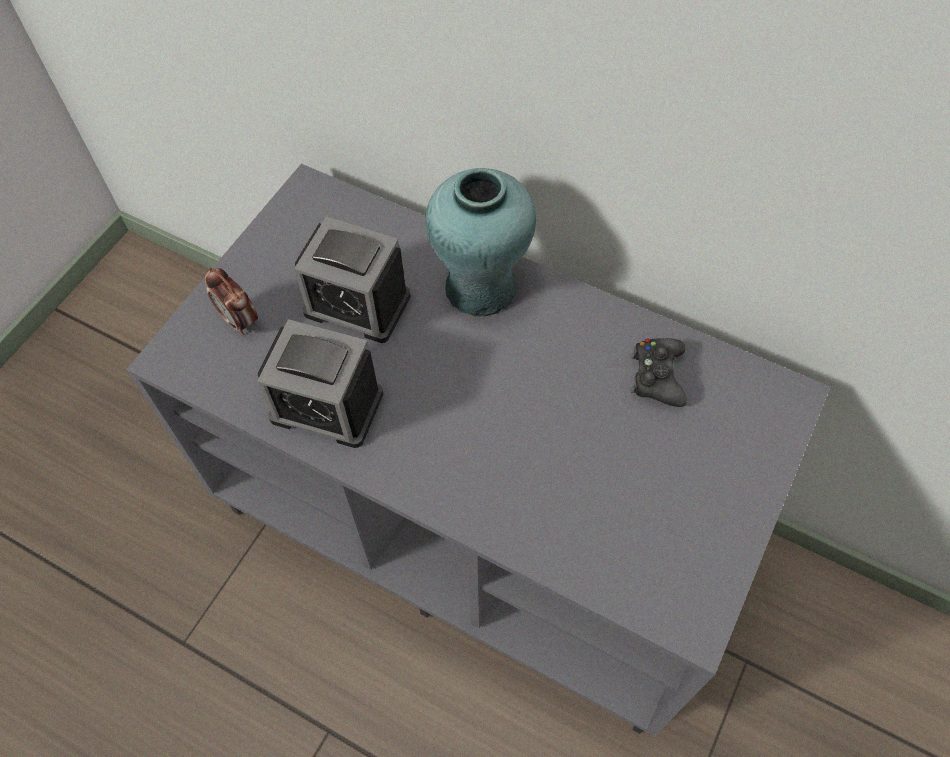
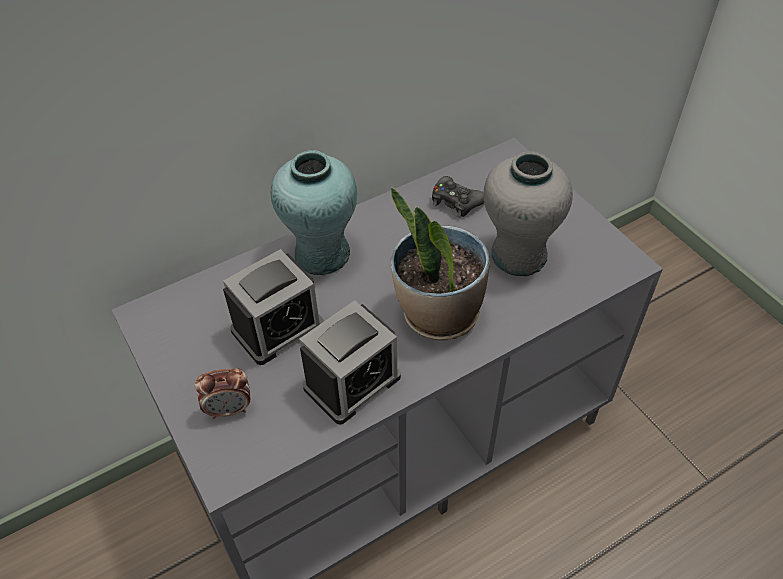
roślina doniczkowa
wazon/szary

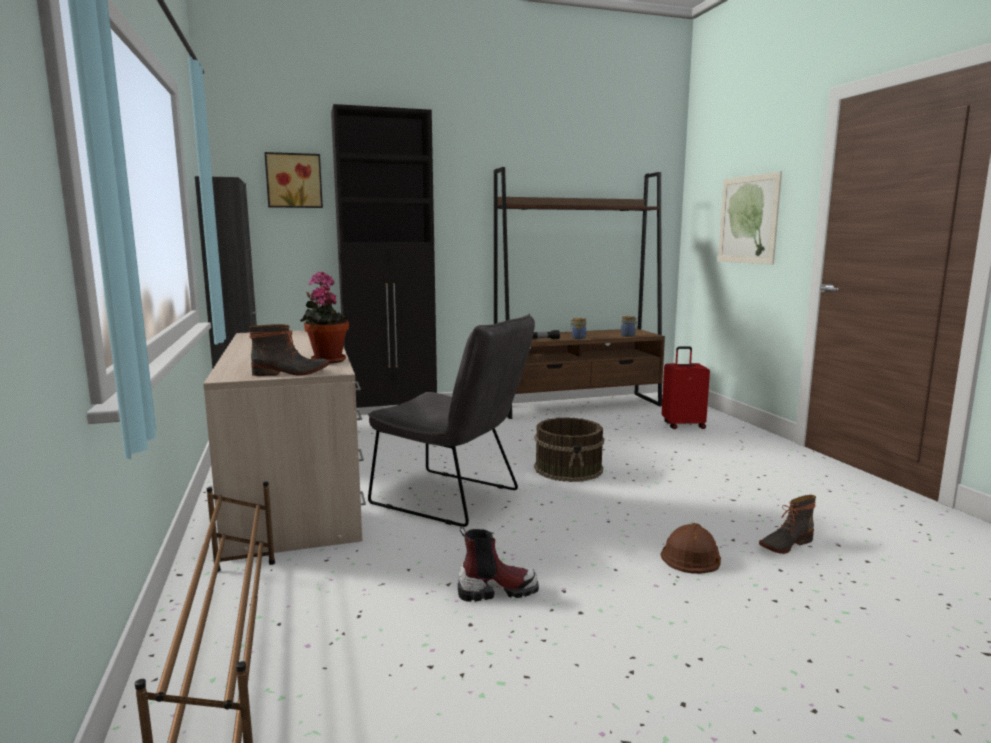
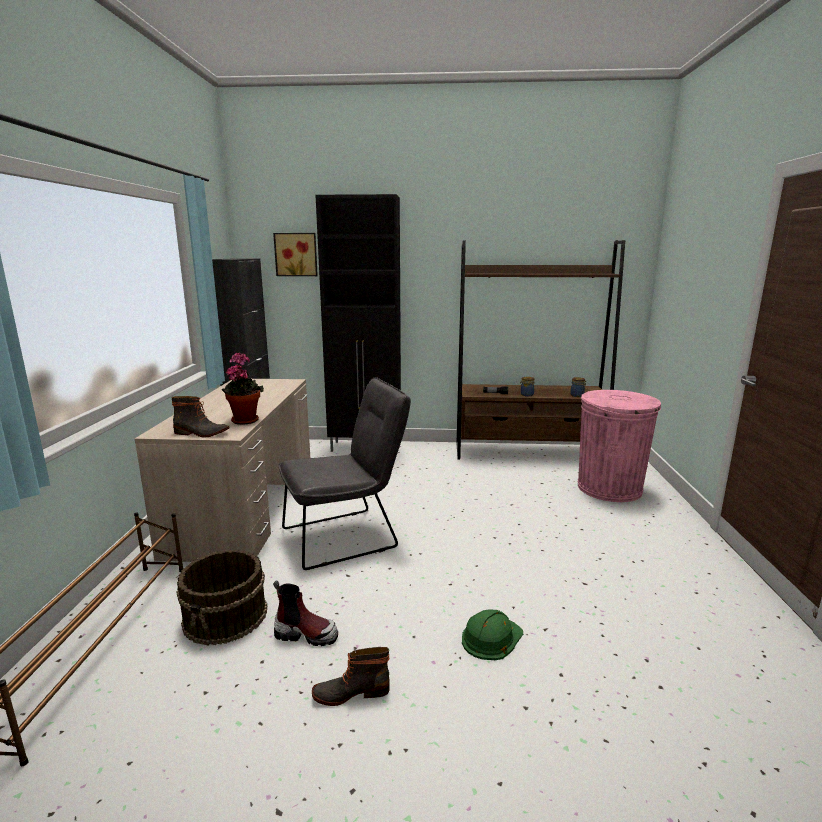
wiadro/brązowy
krzesło/szary
but z cholewką (no. 3 from left)
kask/zielony
kosz na śmieci/różowy
obraz (no. 2 from left in the first image)

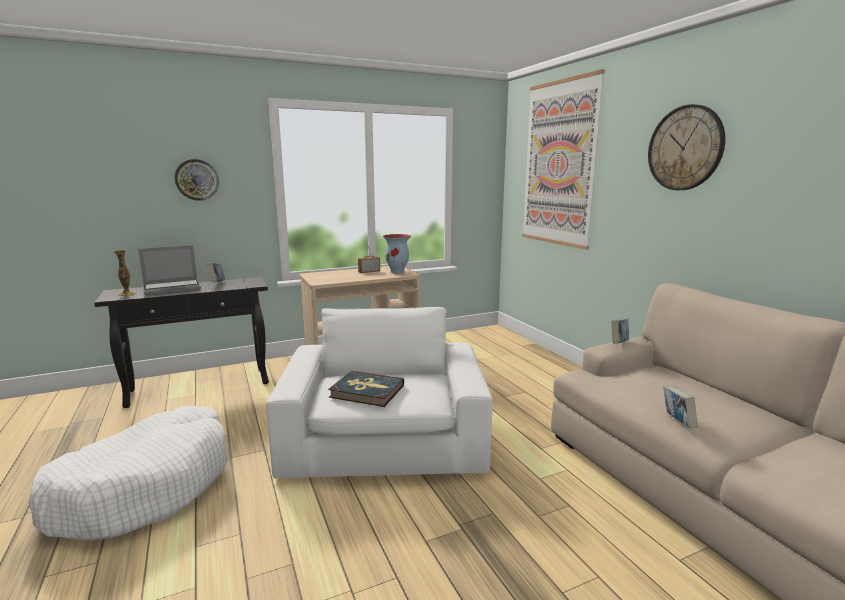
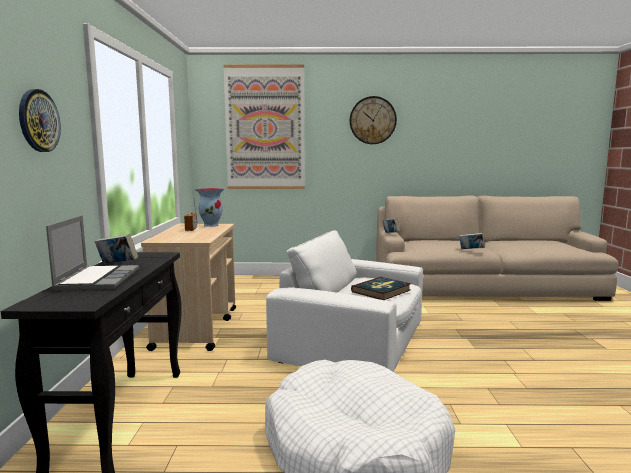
wazon (no. 1 from left in the first image)

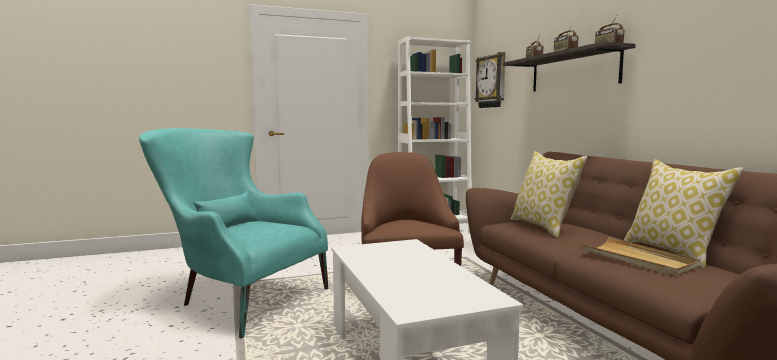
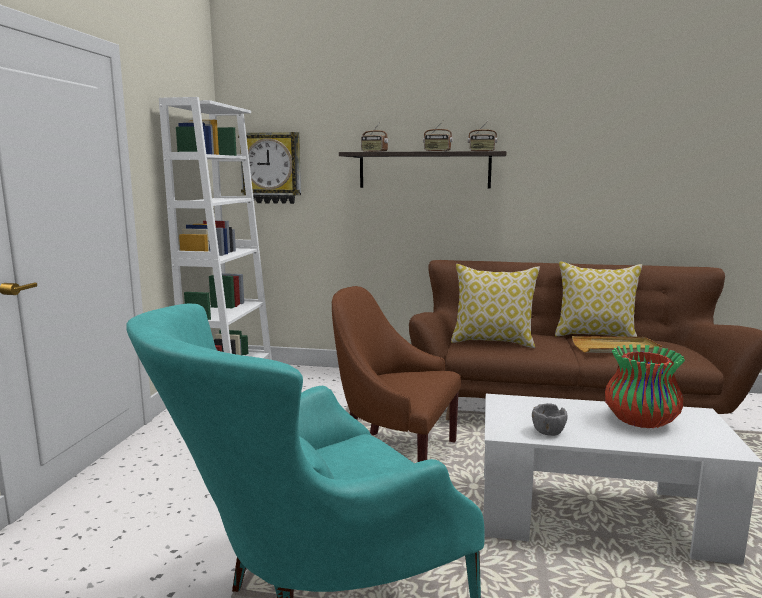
miska/szary
wazon

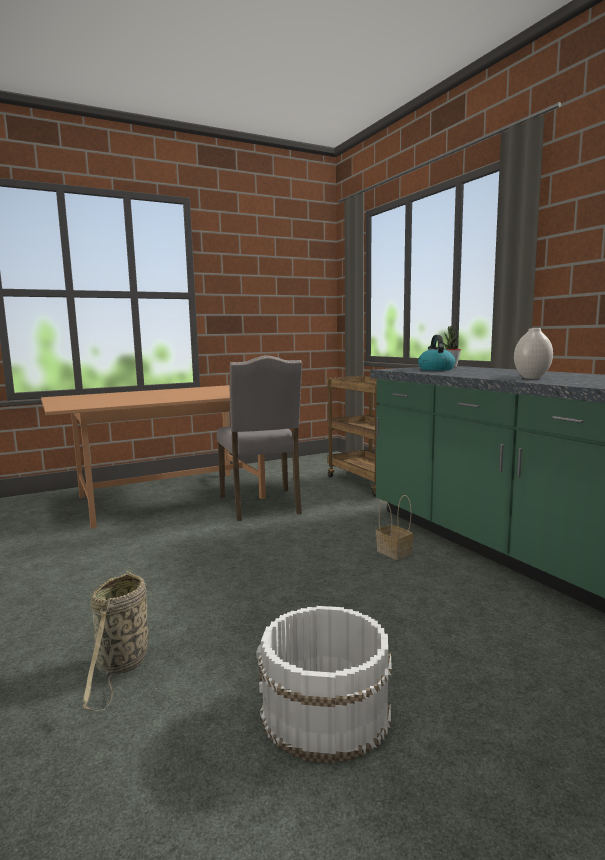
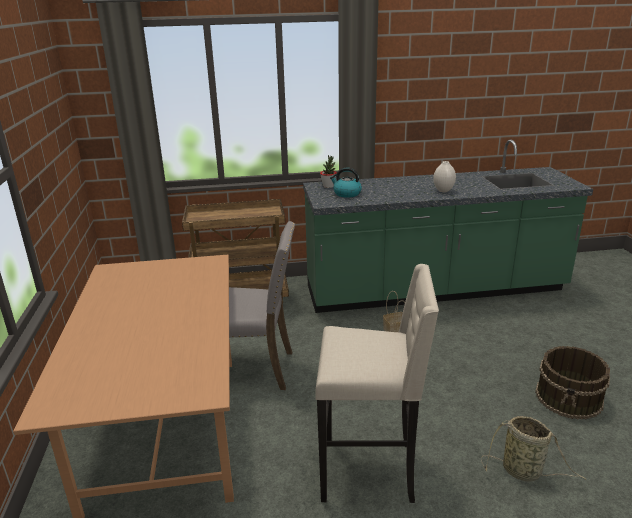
stołek/beżowy
wiadro/brązowy

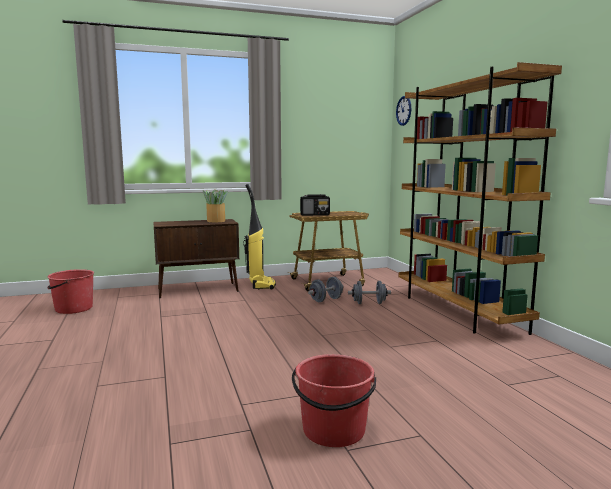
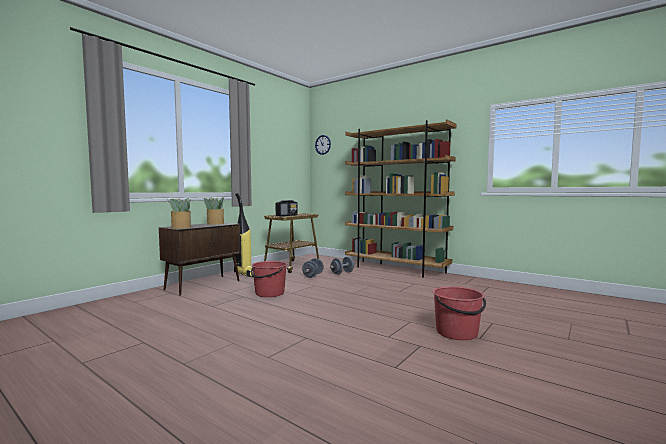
roślina doniczkowa (no. 1 from left)
wiadro/czerwony (no. 1 from left)

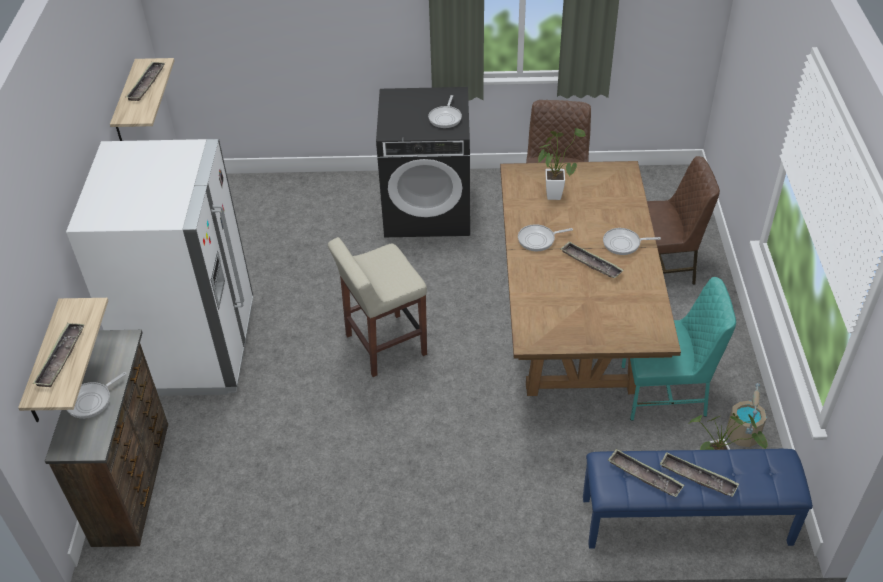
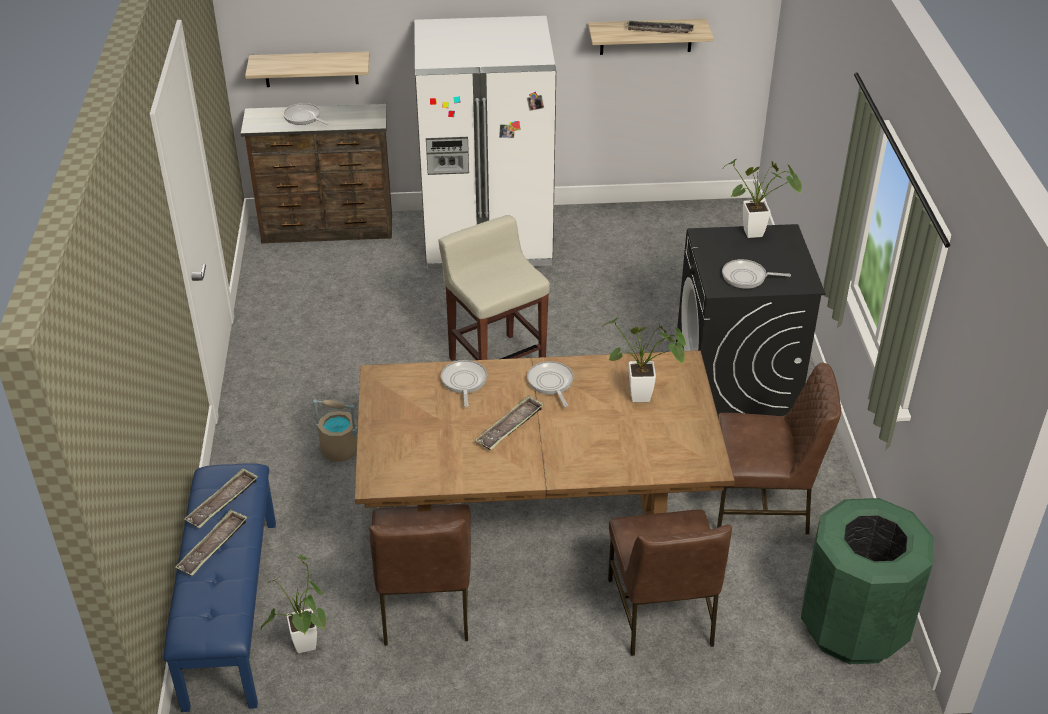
wiadro/beżowy
krzesło/brązowy (no. 1 from left)
patelnia (no. 2 from left)
roślina doniczkowa (no. 3 from left)
kosz na śmieci/zielony
taca (no. 1 from left in the first image)

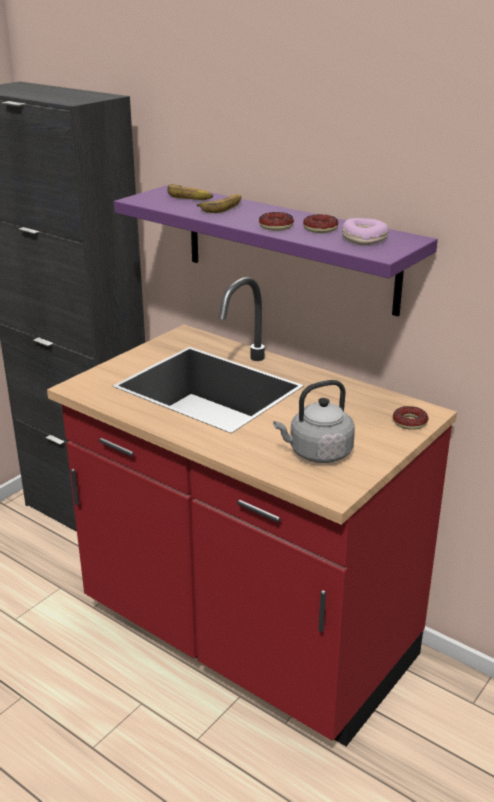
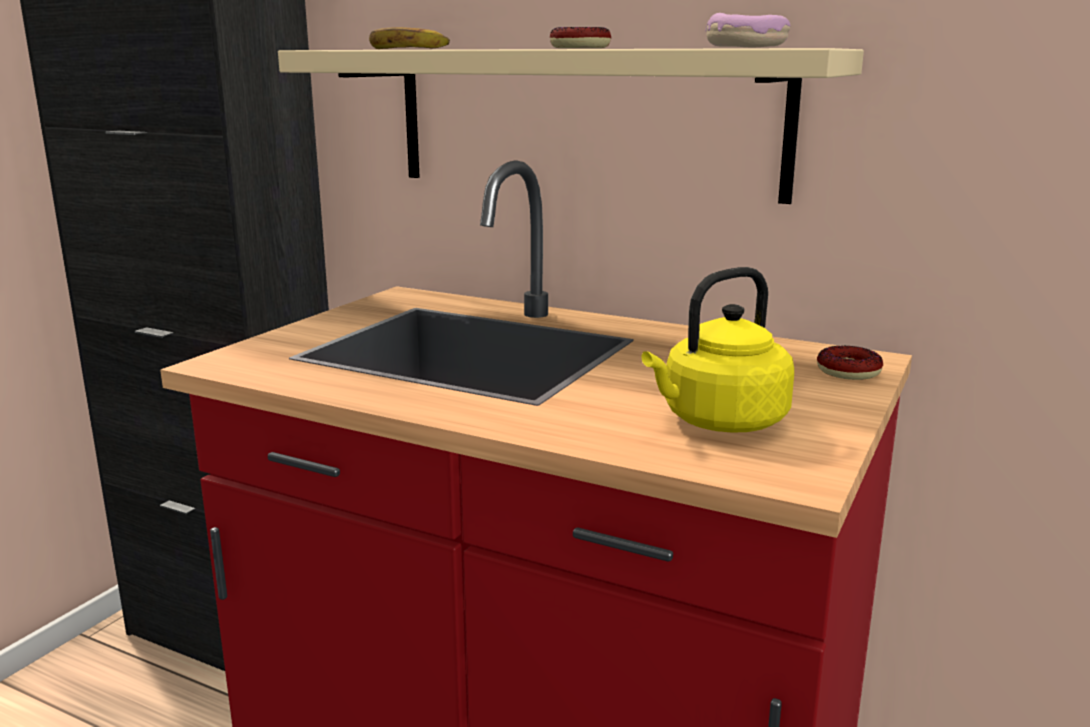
półka/beżowy
czajnik/żółty
banan (no. 2 from left in the first image)
donut (no. 2 from left in the first image)

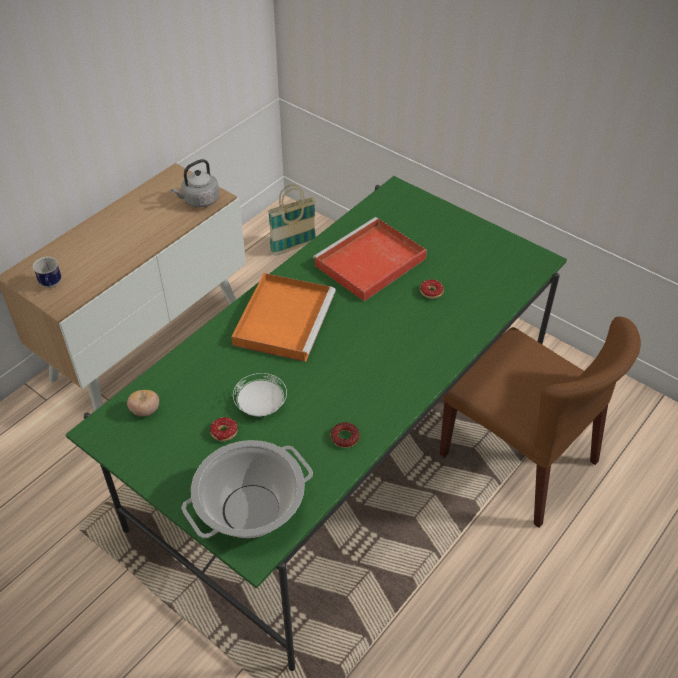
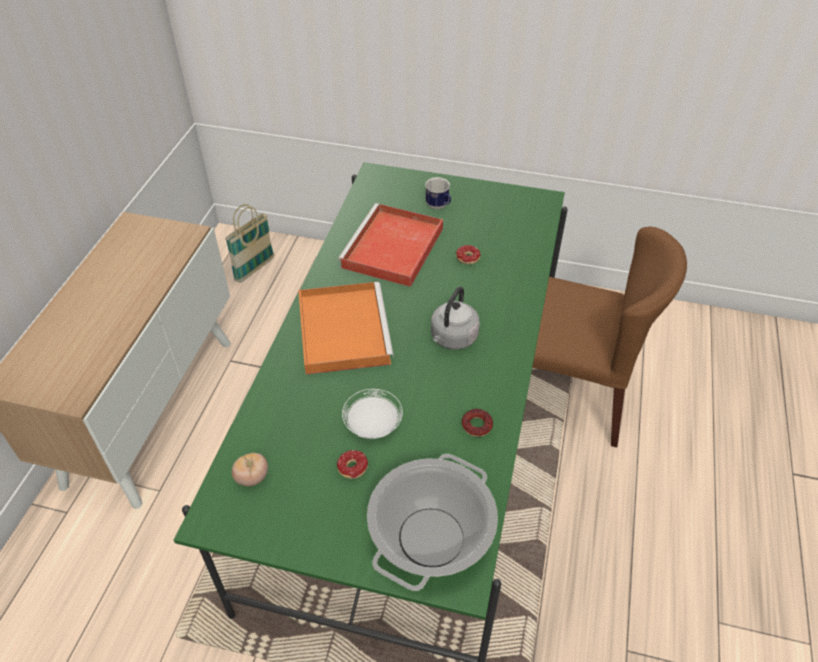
kubek
czajnik/szary

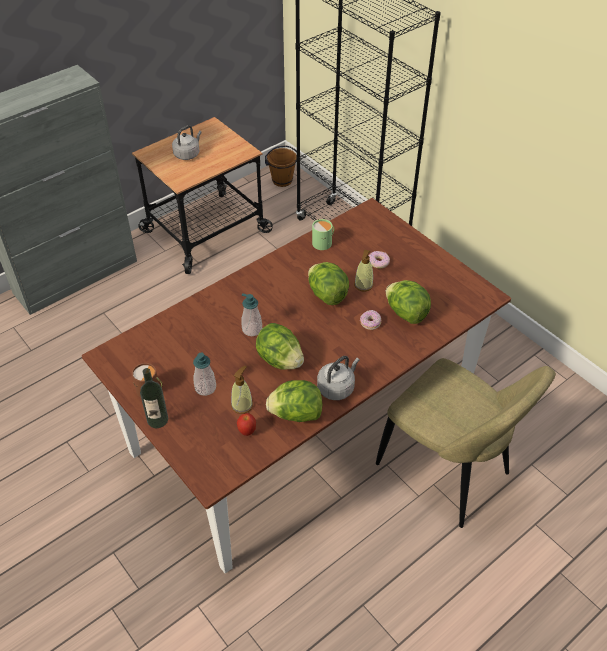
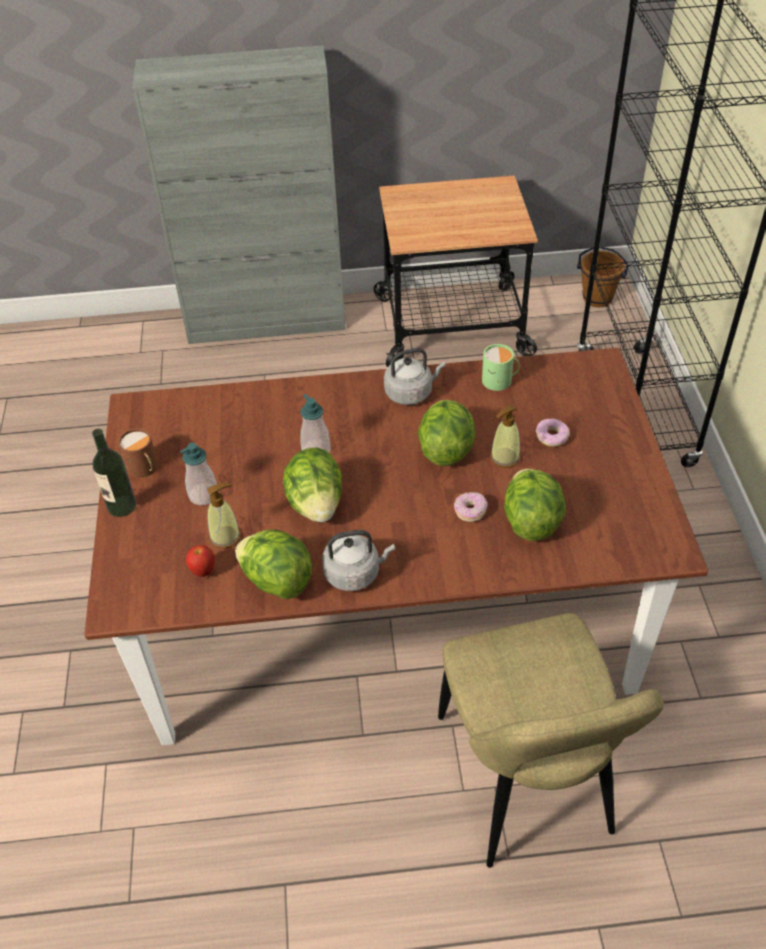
czajnik/szary (no. 2 from left)

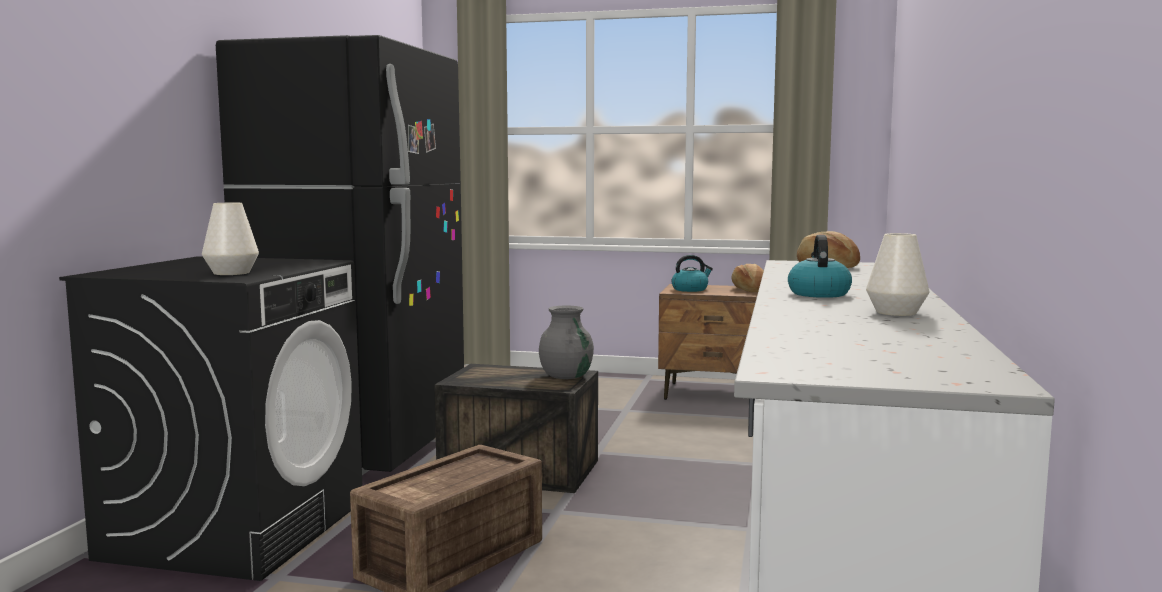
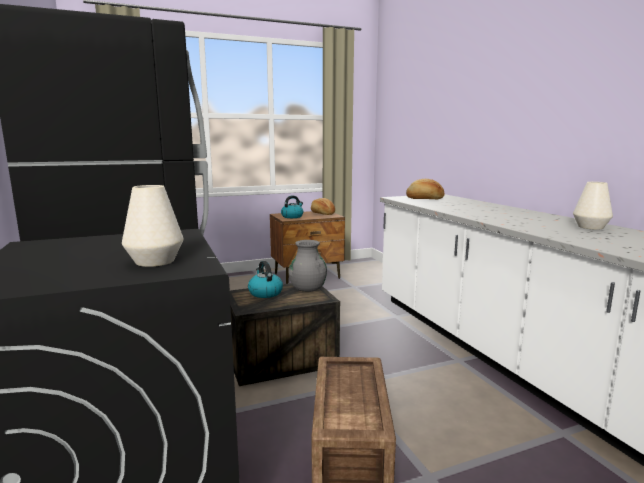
czajnik (no. 1 from left)

